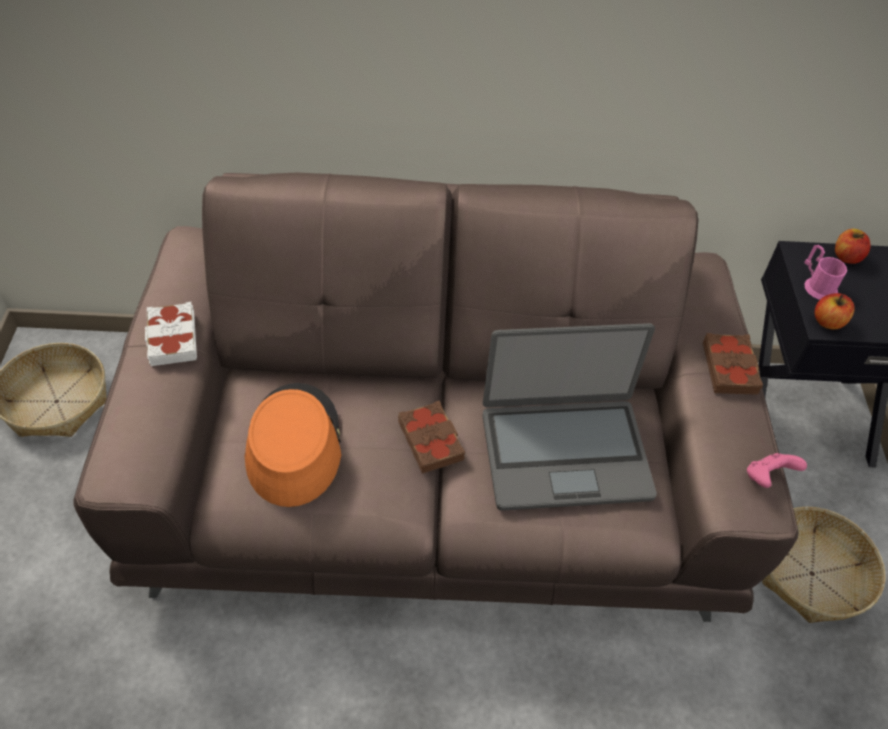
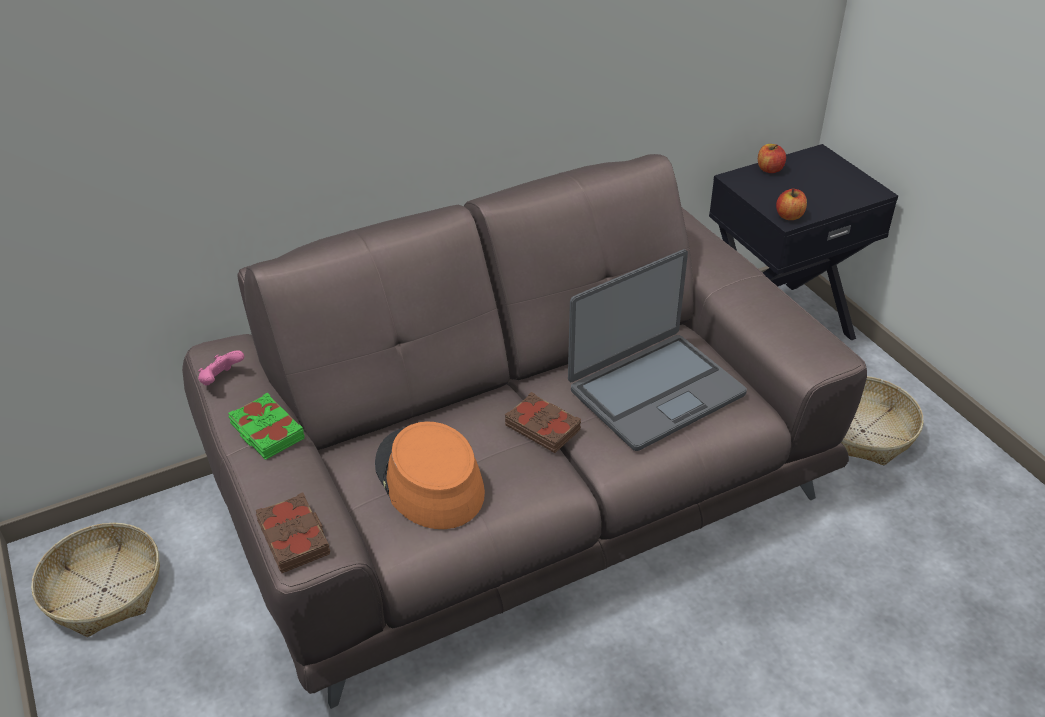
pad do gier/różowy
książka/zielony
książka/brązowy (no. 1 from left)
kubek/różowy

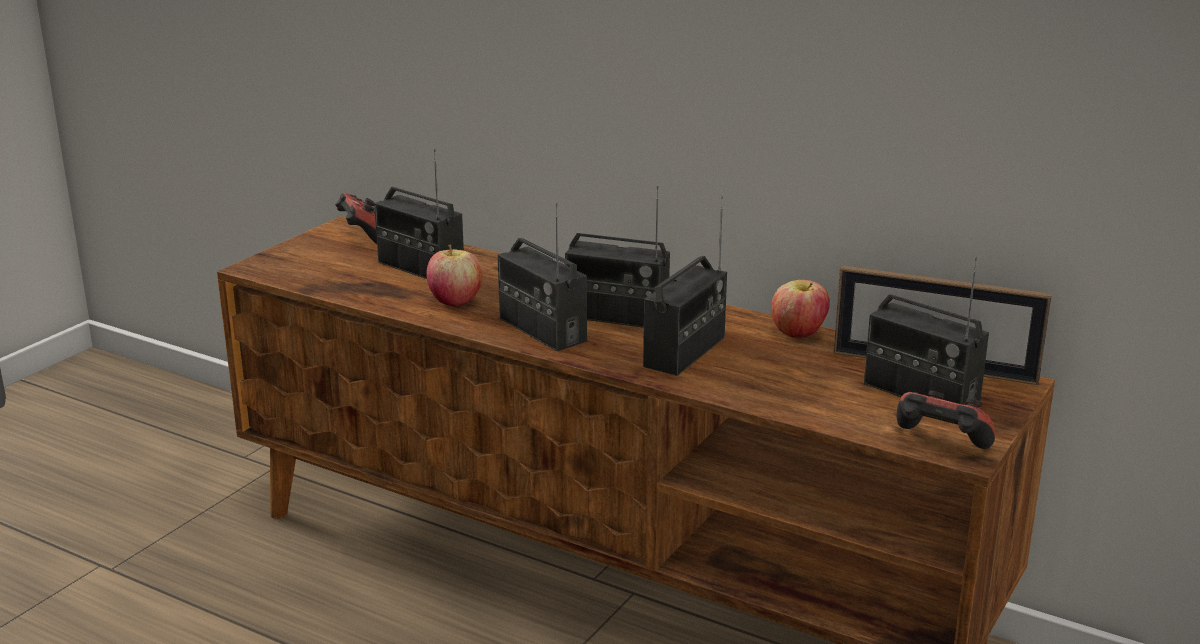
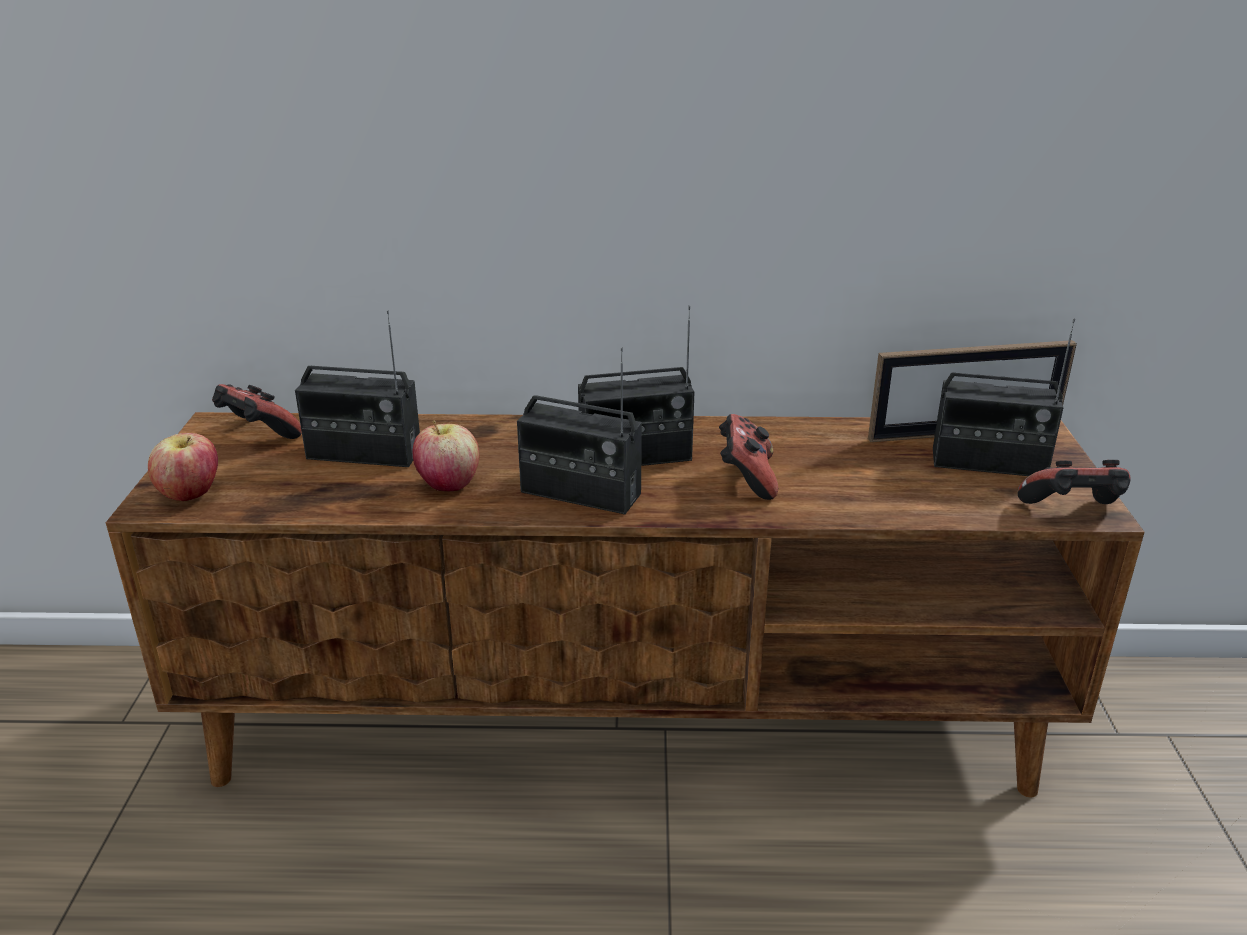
jabłko (no. 1 from left)
pad do gier (no. 2 from left)

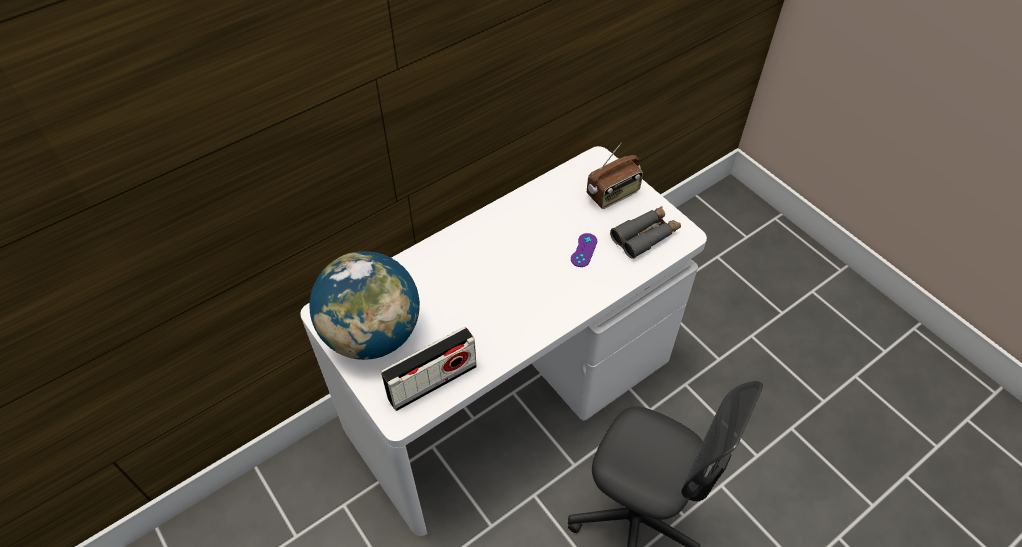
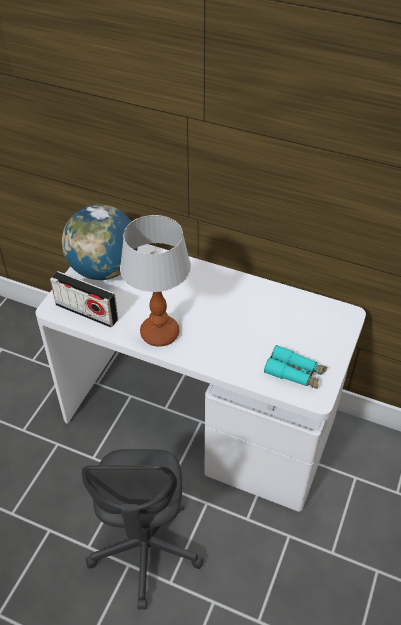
lampa stołowa
lornetka/turkusowy
pad do gier/fioletowy
radio (no. 2 from left in the first image)

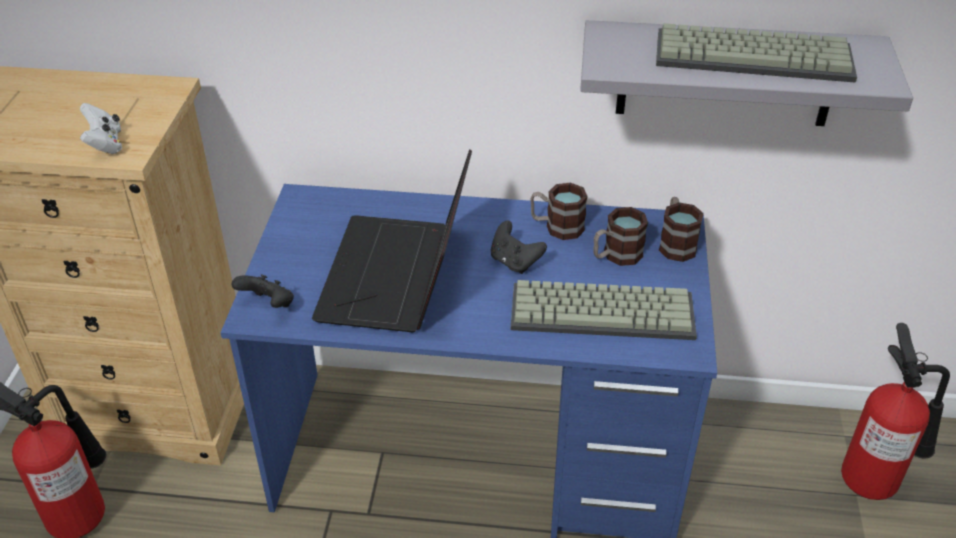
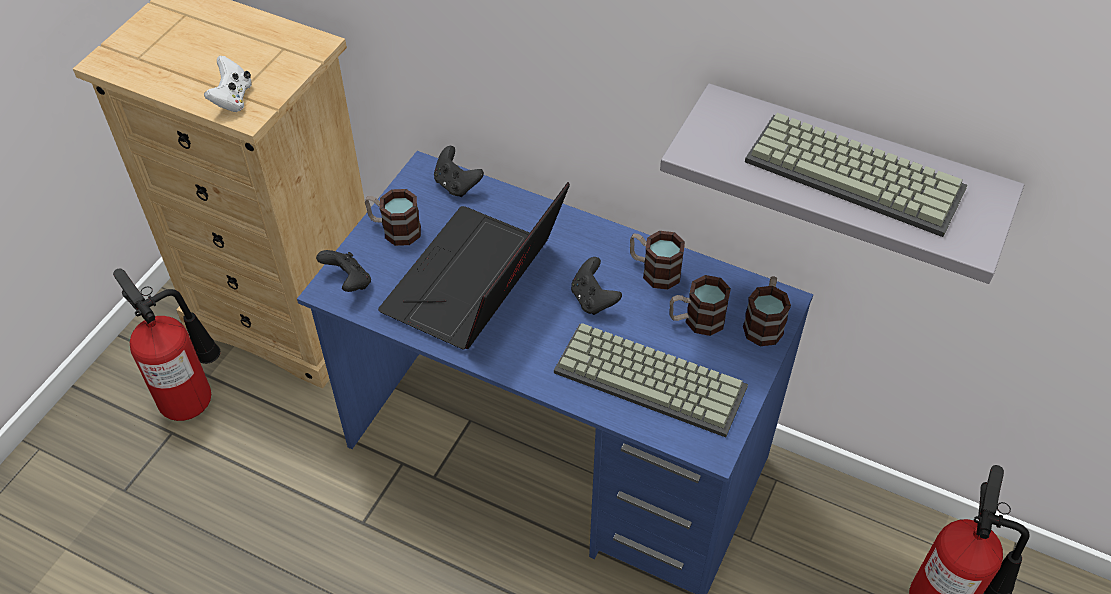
kubek (no. 1 from left)
pad do gier/czarny (no. 2 from left)

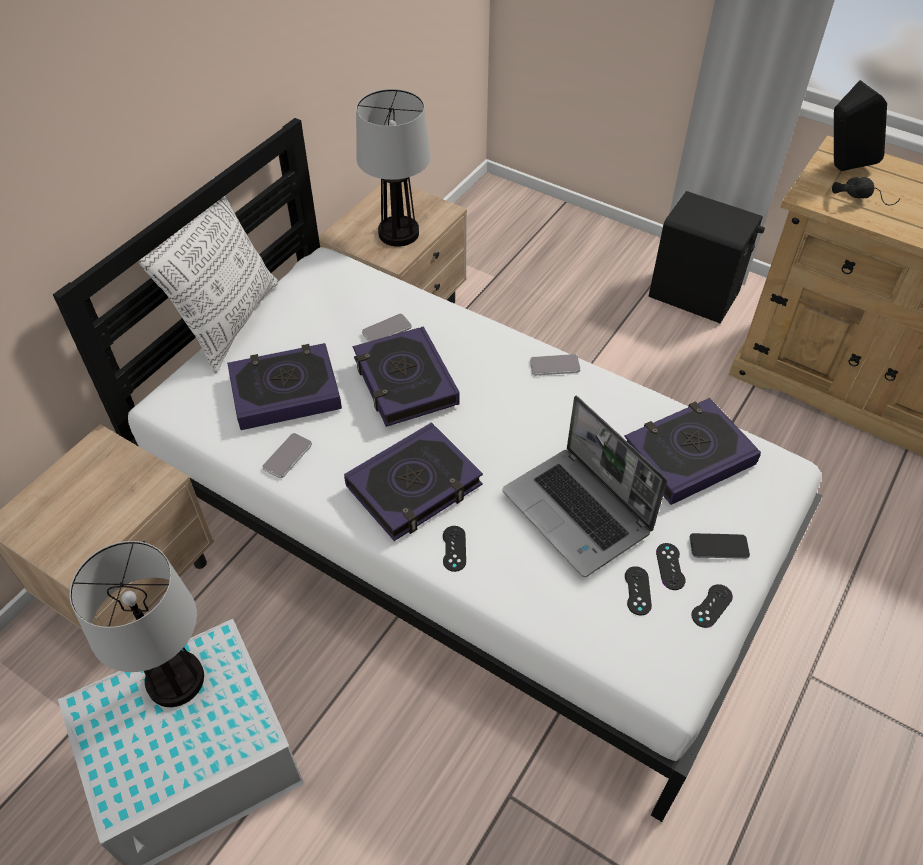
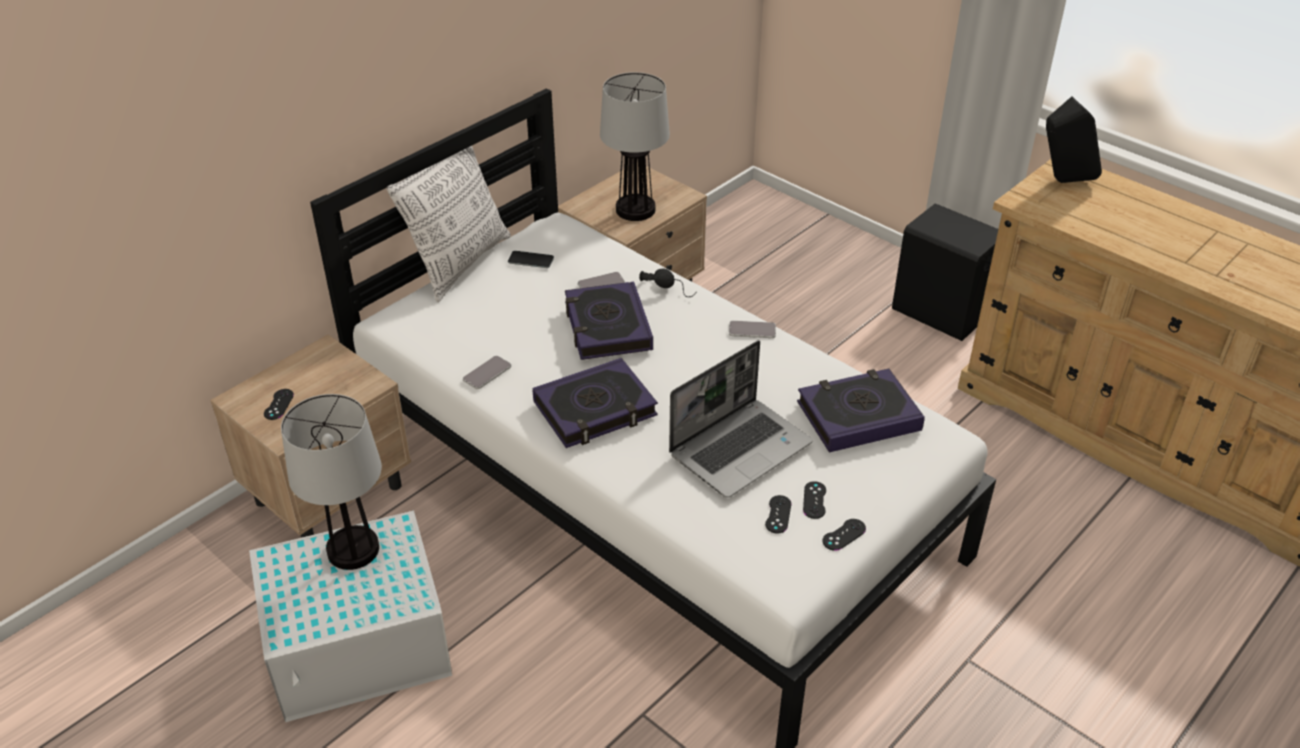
pad do gier/czarny (no. 1 from left)
telefon (no. 2 from left)
słuchawki/czarny
laptop
książka (no. 1 from left in the first image)

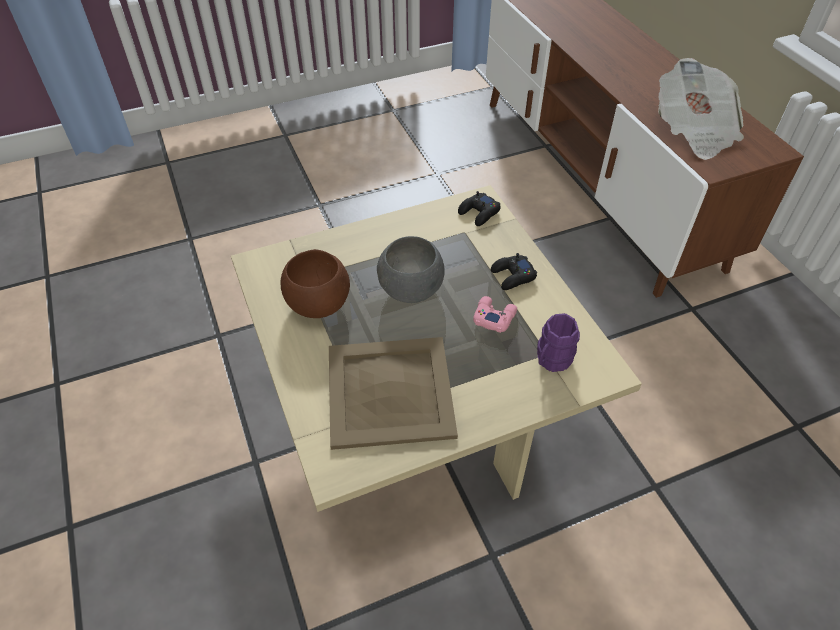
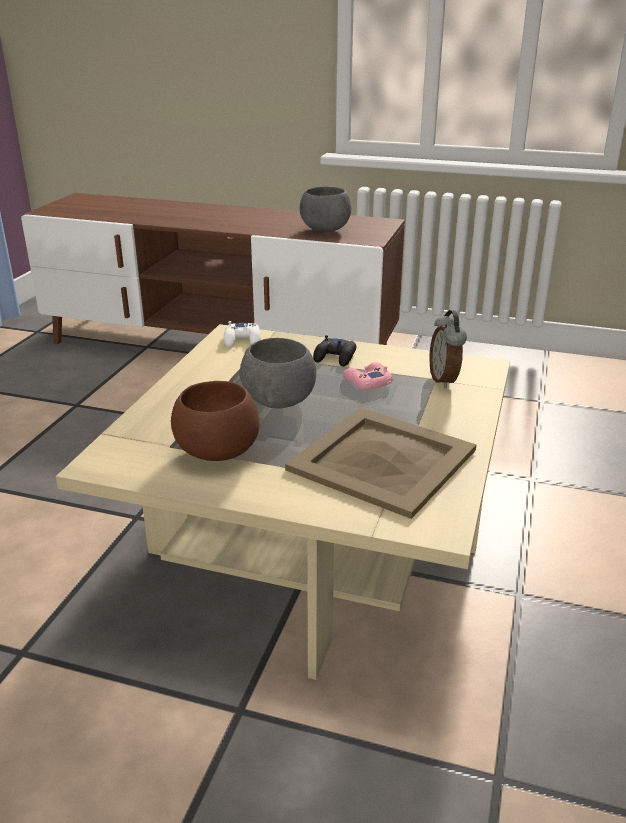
pad do gier/biały
miska/szary (no. 2 from left)
budzik

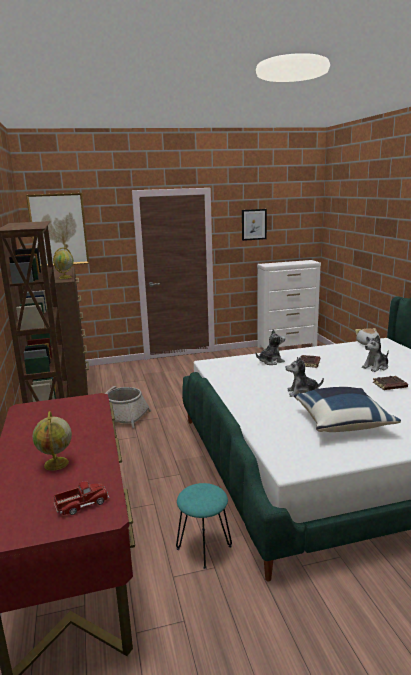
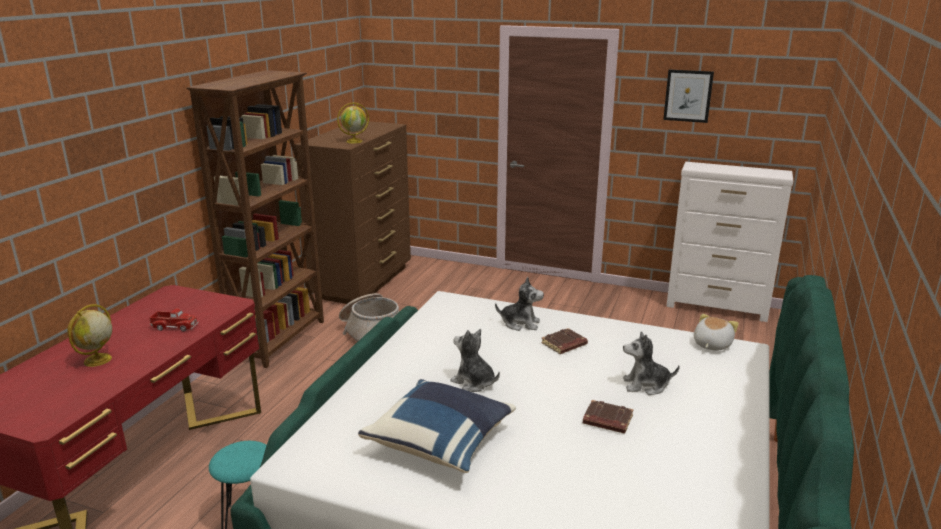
ciężarówka zabawkowa
obraz (no. 1 from left in the first image)

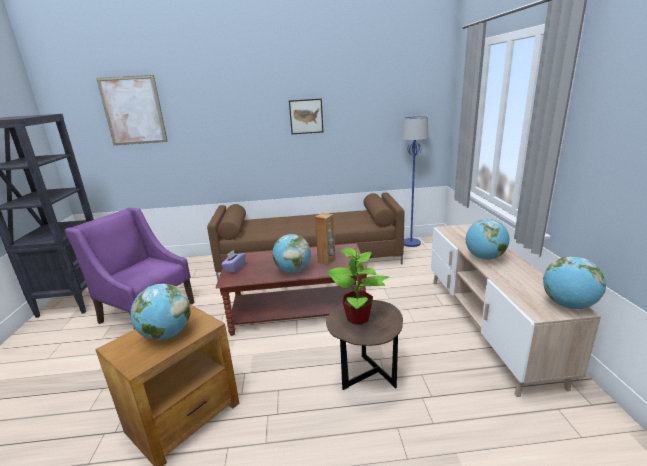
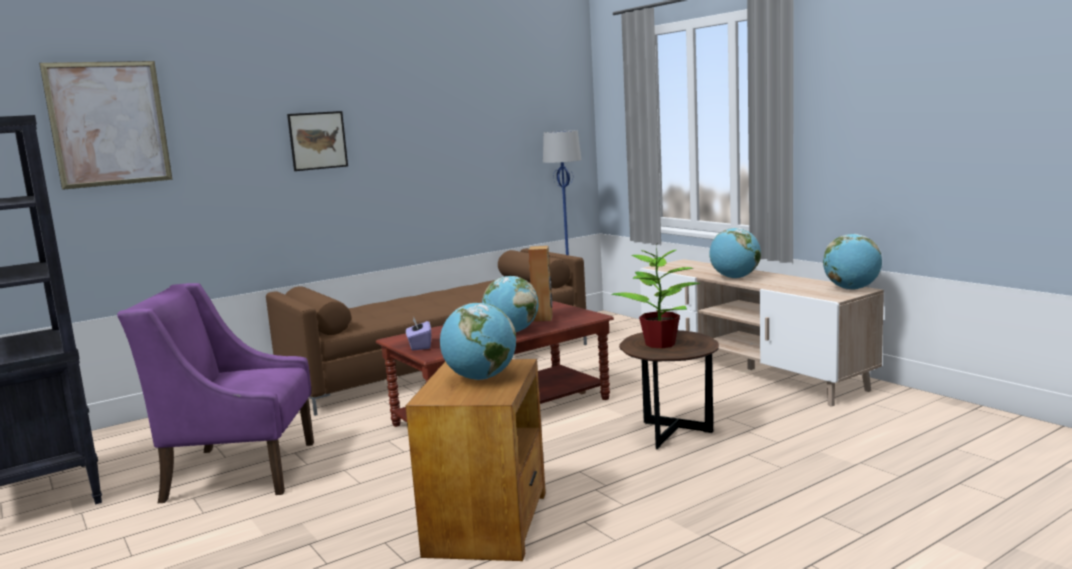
obraz (no. 2 from left)

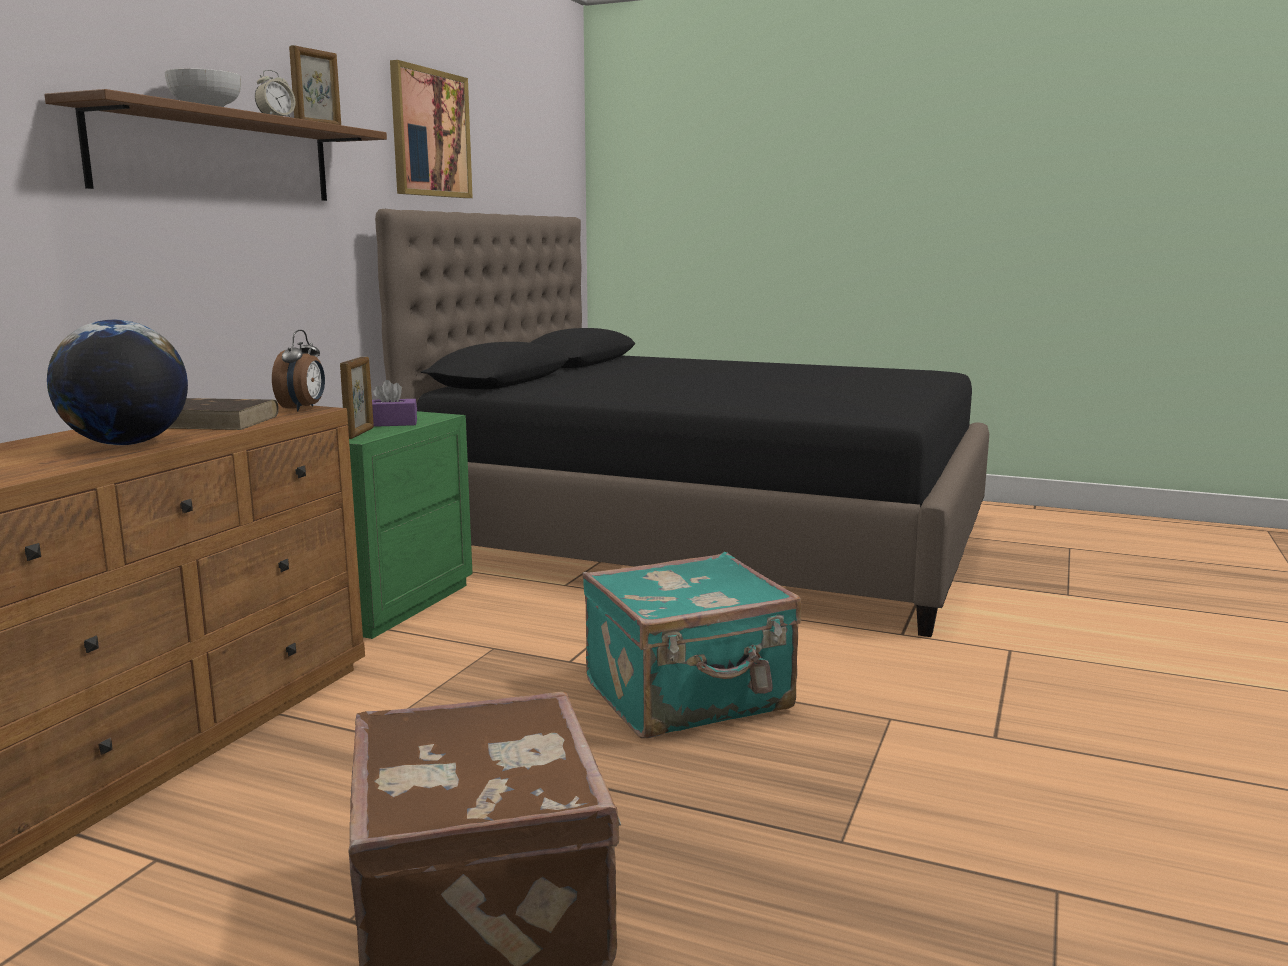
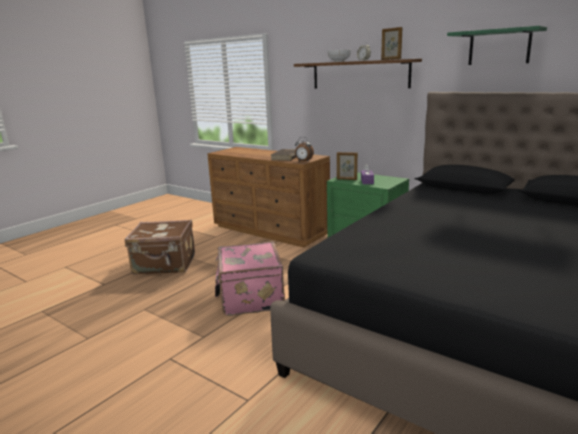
walizka/różowy
półka/zielony
globus

